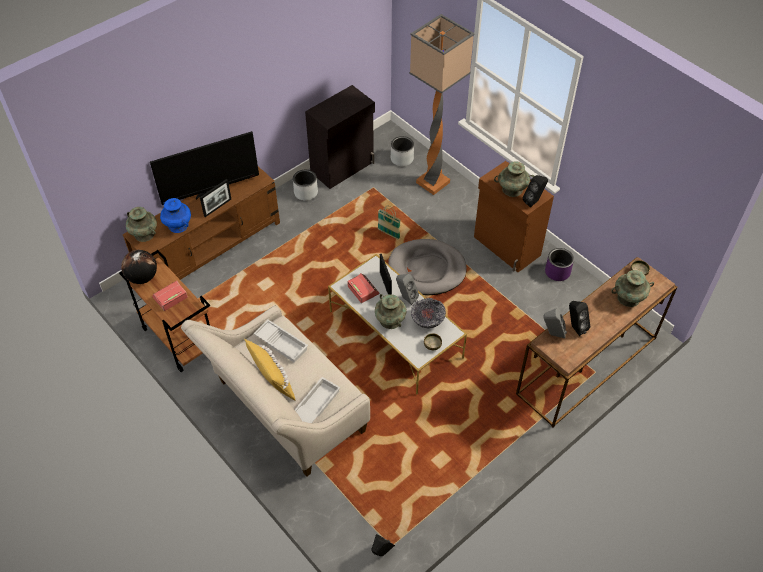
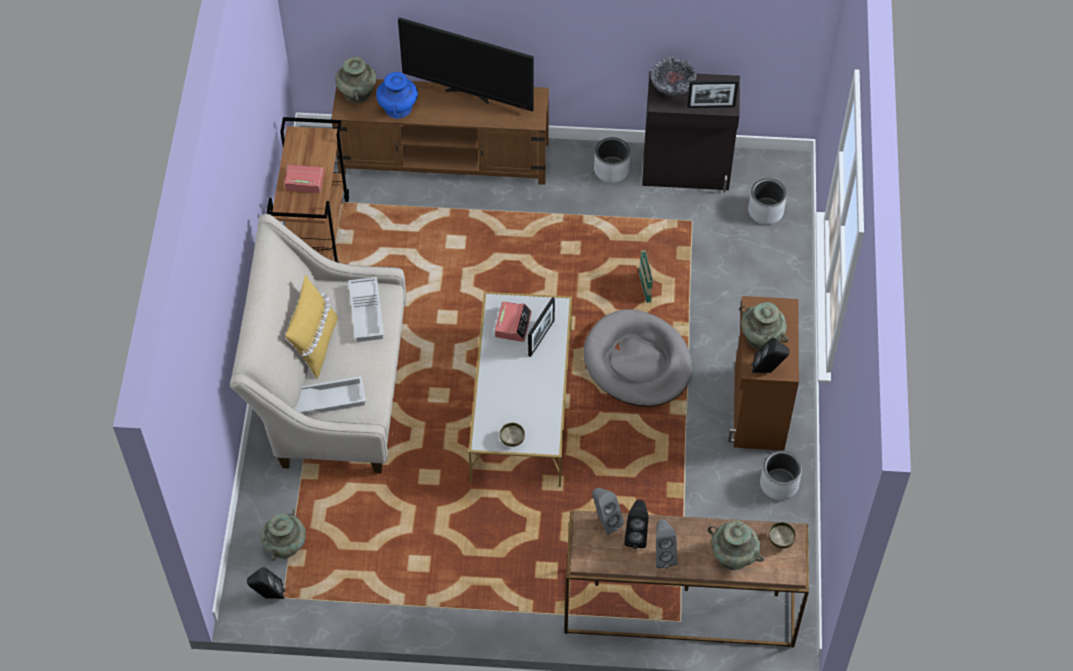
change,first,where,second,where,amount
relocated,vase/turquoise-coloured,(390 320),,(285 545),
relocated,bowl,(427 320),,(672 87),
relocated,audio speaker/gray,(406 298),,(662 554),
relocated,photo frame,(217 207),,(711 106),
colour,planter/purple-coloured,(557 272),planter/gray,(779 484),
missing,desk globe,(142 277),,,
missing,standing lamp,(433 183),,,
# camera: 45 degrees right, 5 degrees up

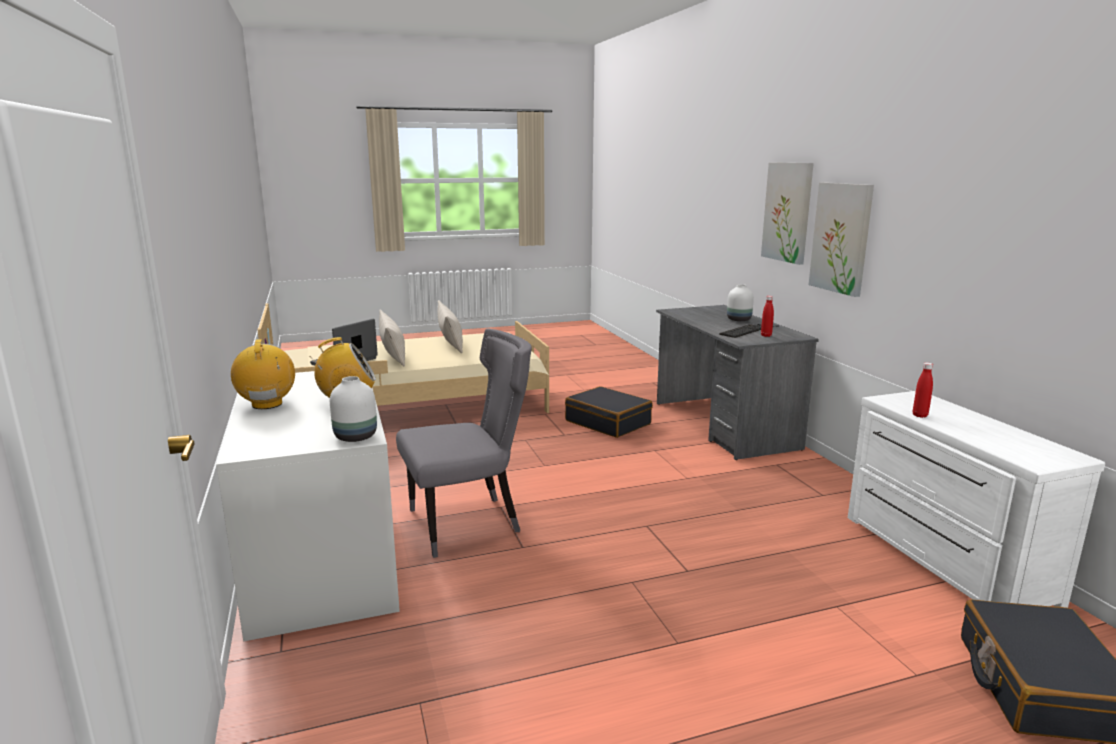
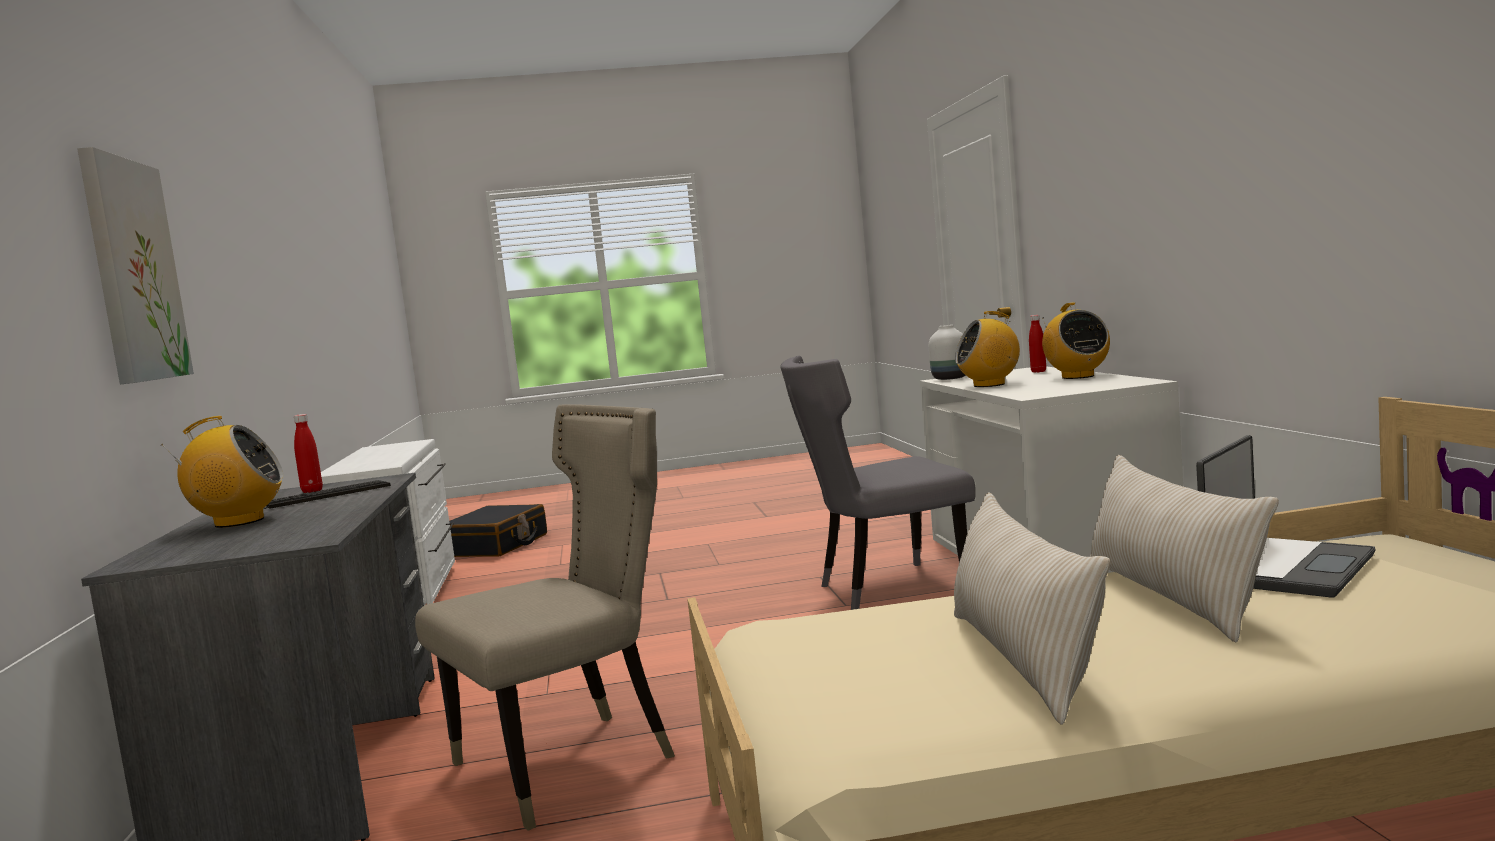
change,first,where,second,where,amount
exchanged,vase/whitish,(739 320),radio receiver,(238 522),
exchanged,suitcase/black,(608 422),upright chair/sand-coloured,(574 761),
relocated,beverage bottle/reddish,(920 415),,(1038 371),
missing,wall picture,(841 238),,,
# camera: 170 degrees left, 10 degrees down

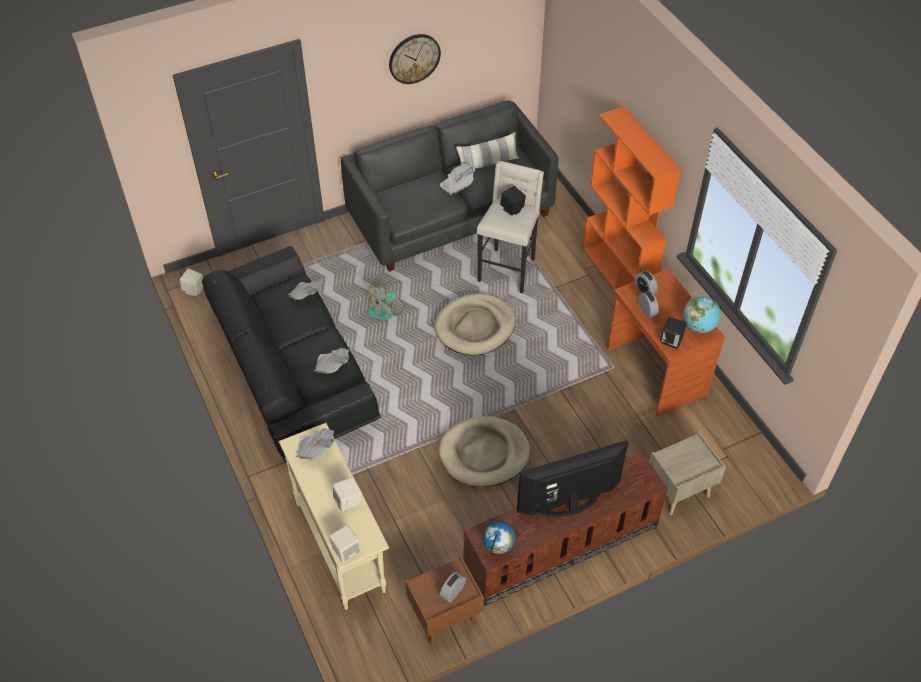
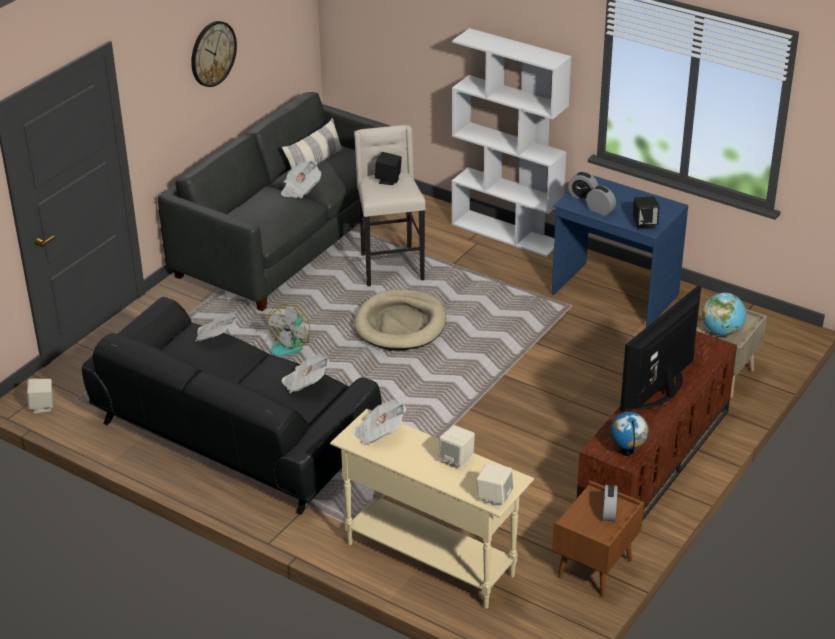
change,first,where,second,where,amount
colour,bookshelf/orange,(618 275),bookshelf/whitish,(507 233),
colour,desk/brownish,(655 372),desk/blue-coloured,(614 295),
relocated,desk globe,(699 326),,(722 332),
missing,pet bed/sand-coloured,(484 454),,,
# camera: 30 degrees left, 15 degrees down

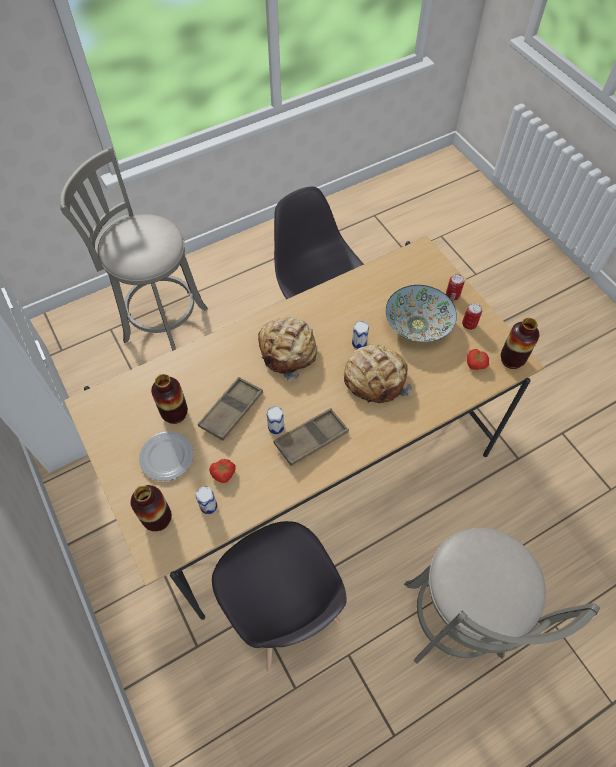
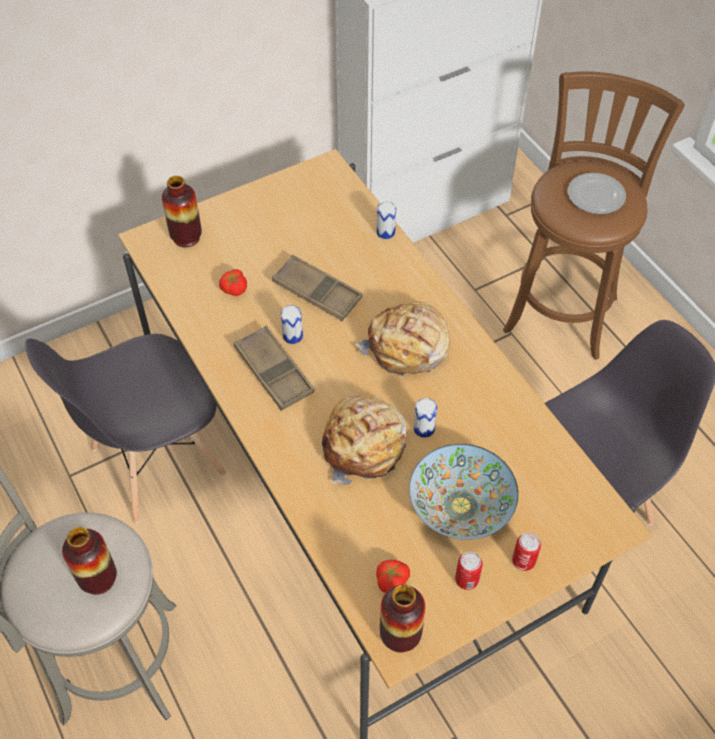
change,first,where,second,where,amount
relocated,vase,(175 413),,(98 579),
relocated,can,(208 506),,(385 232),
colour,stool seat/gray,(161 323),stool seat/brownish,(562 309),
relocated,flat dish,(166 457),,(595 195),
# camera: 90 degrees right, 5 degrees down

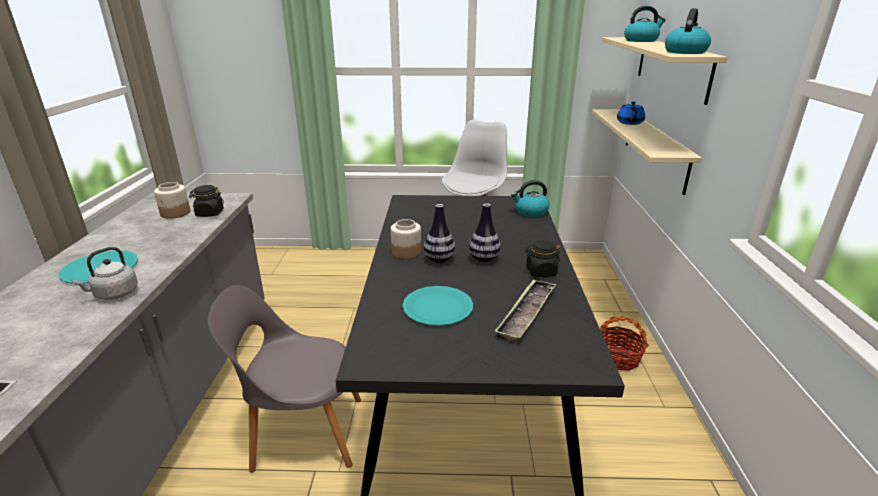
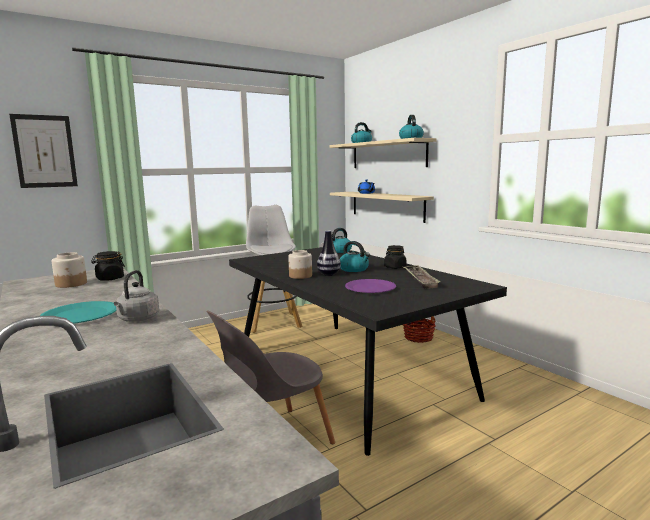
change,first,where,second,where,amount
appeared,,,wall picture,(45 151),
exchanged,vase,(484 259),kettle,(354 269),
colour,flat dish/turquoise-coloured,(437 307),flat dish/purple-coloured,(370 288),
# camera: 35 degrees left, 15 degrees down

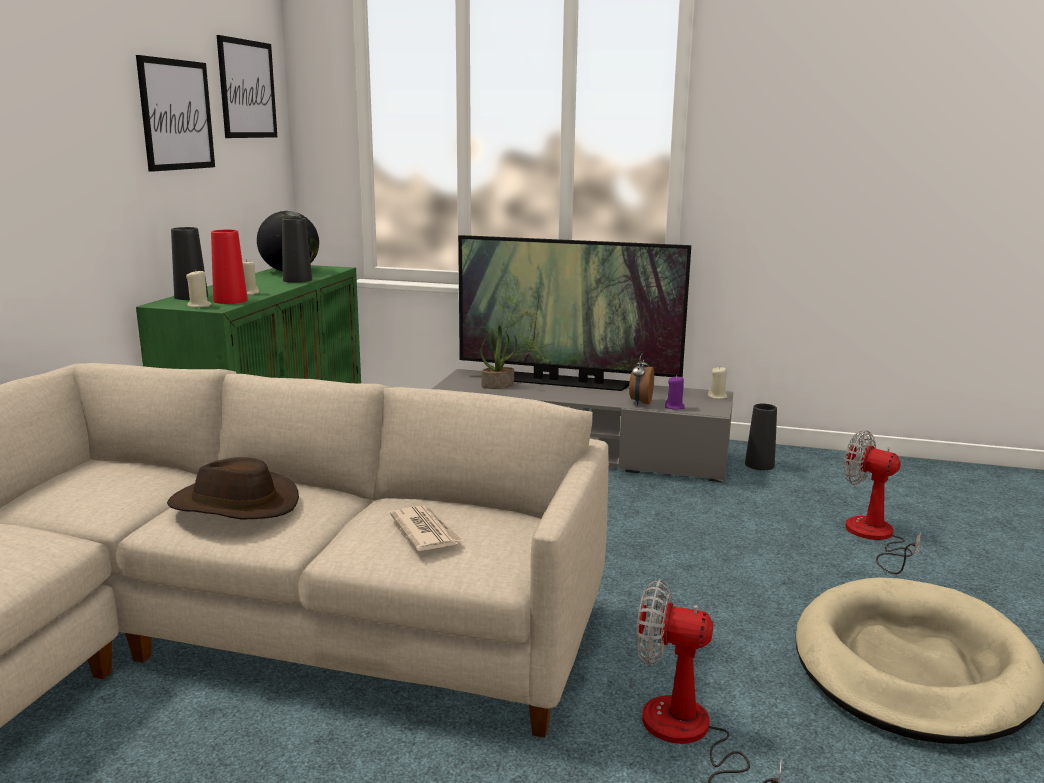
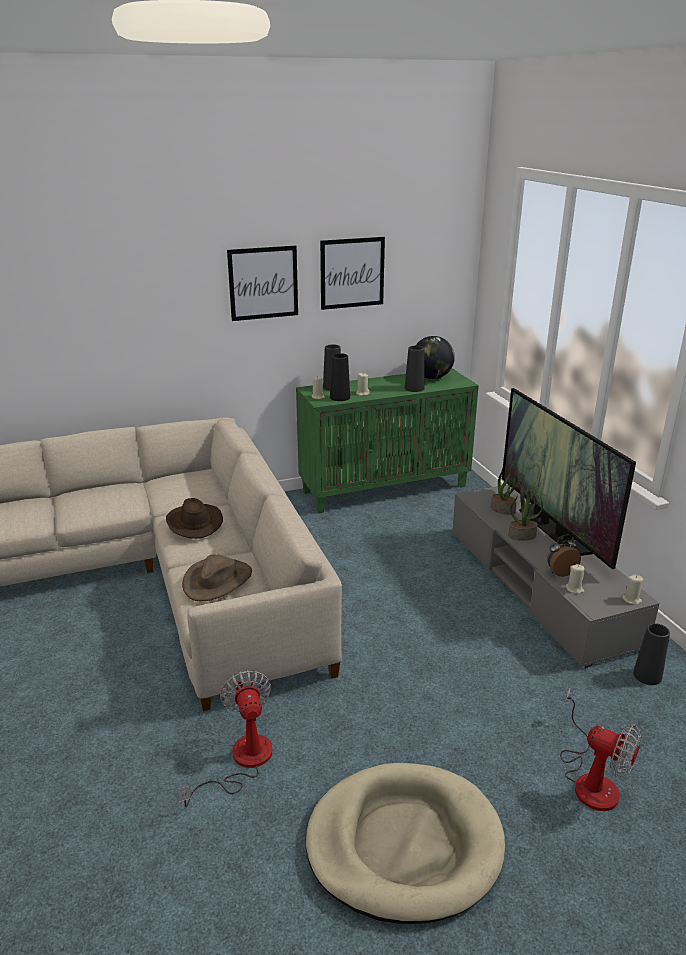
change,first,where,second,where,amount
exchanged,newspaper,(425 531),wearable hat/brownish,(217 580),
relocated,wall picture,(247 89),,(263 283),
colour,vase/reddish,(230 300),vase/black,(340 397),
appeared,,,houseplant,(522 535),
spun,cooling fan,(874 537),,(591 779),120 degrees clockwise
colour,candle/purple-coloured,(674 407),candle/sand-coloured,(574 589),
# camera: 55 degrees right, 10 degrees up

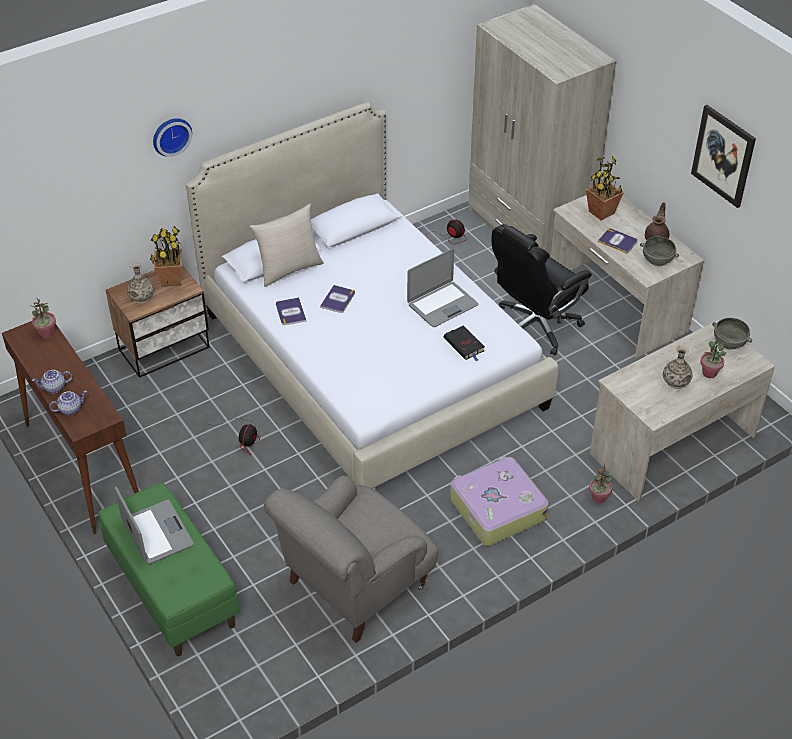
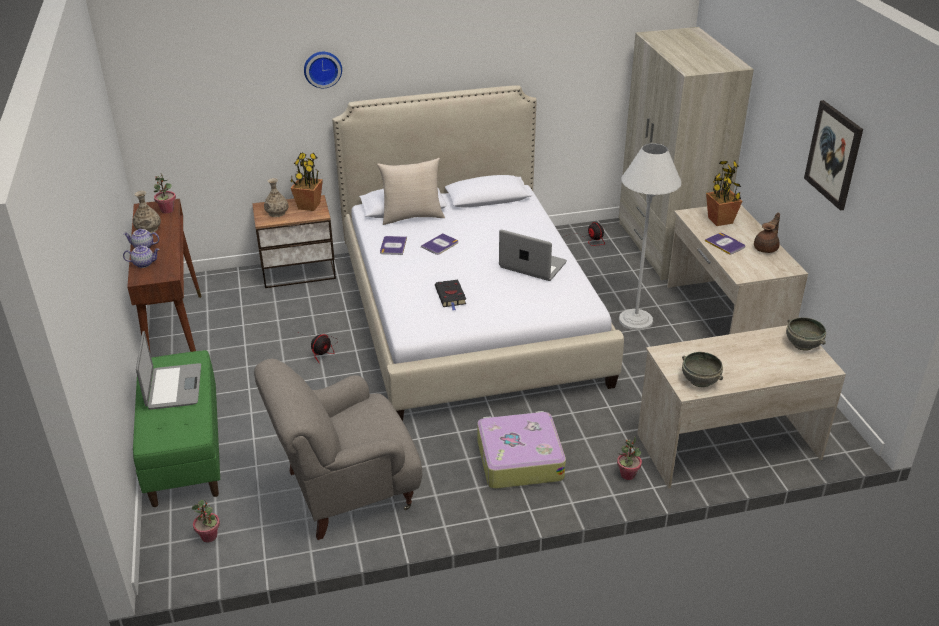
change,first,where,second,where,amount
relocated,vase,(676 381),,(148 229),
relocated,houseplant,(709 373),,(209 536),
relocated,book/black,(465 345),,(451 296),
spun,portable computer,(442 304),,(532 265),135 degrees counterclockwise
exchanged,office chair/black,(535 326),standing lamp/whitish,(635 320),
relocated,bowl/gray,(657 260),,(700 380),
# camera: 20 degrees right, 10 degrees down

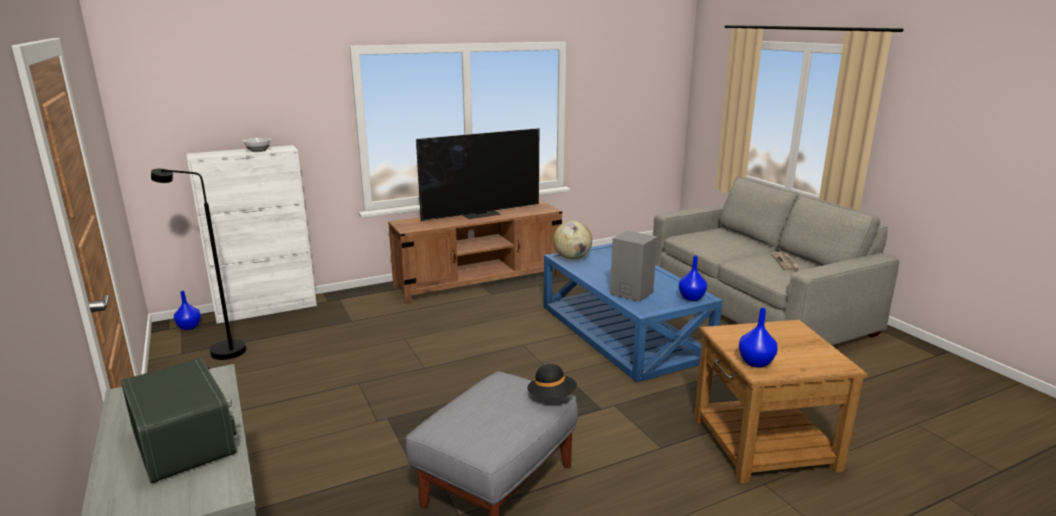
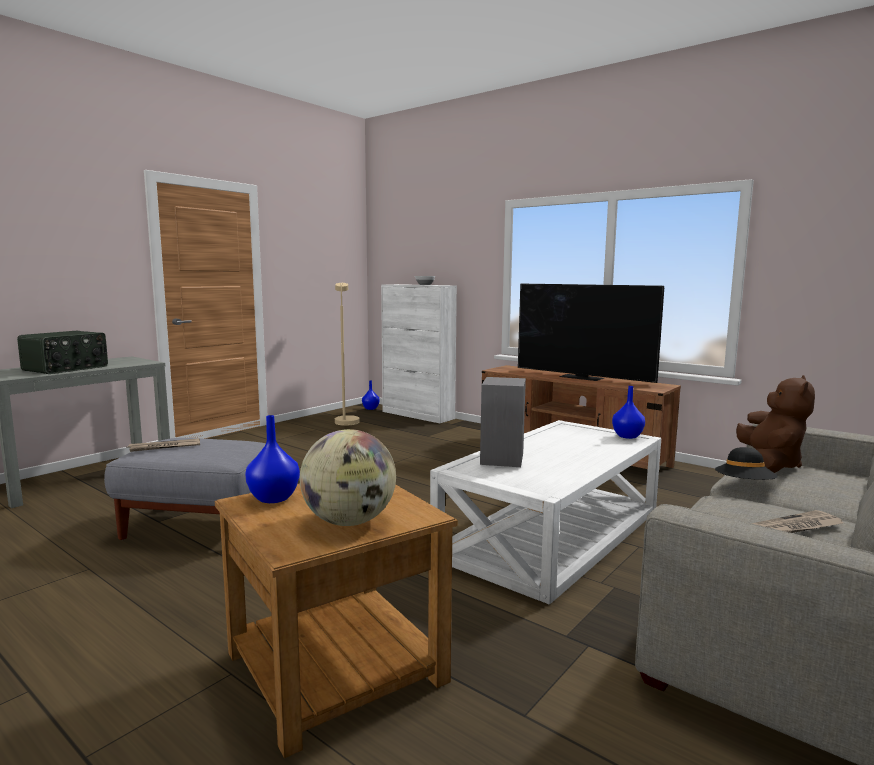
change,first,where,second,where,amount
appeared,,,newspaper,(164 447),
relocated,desk globe,(572 258),,(349 522),
colour,standing lamp/black,(219 351),standing lamp/sand-coloured,(346 420),
colour,low table/blue-coloured,(623 331),low table/whitish,(554 533),
relocated,vase/blue-coloured,(691 298),,(627 436),
relocated,wearable hat/black,(552 396),,(744 486),
appeared,,,cuddly toy/brownish,(769 465),
# camera: 65 degrees right, 10 degrees down

